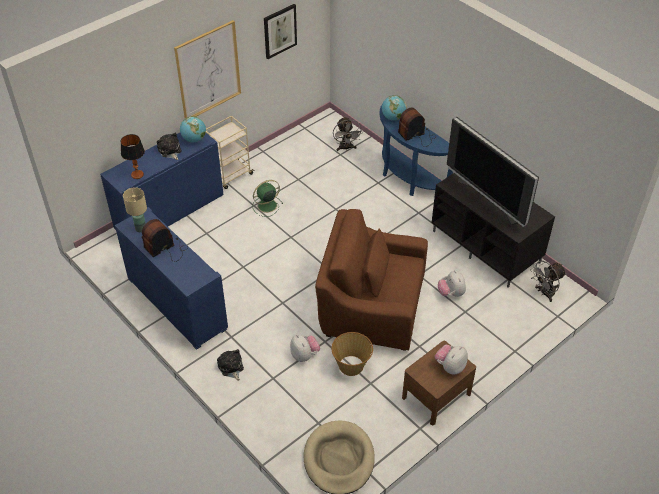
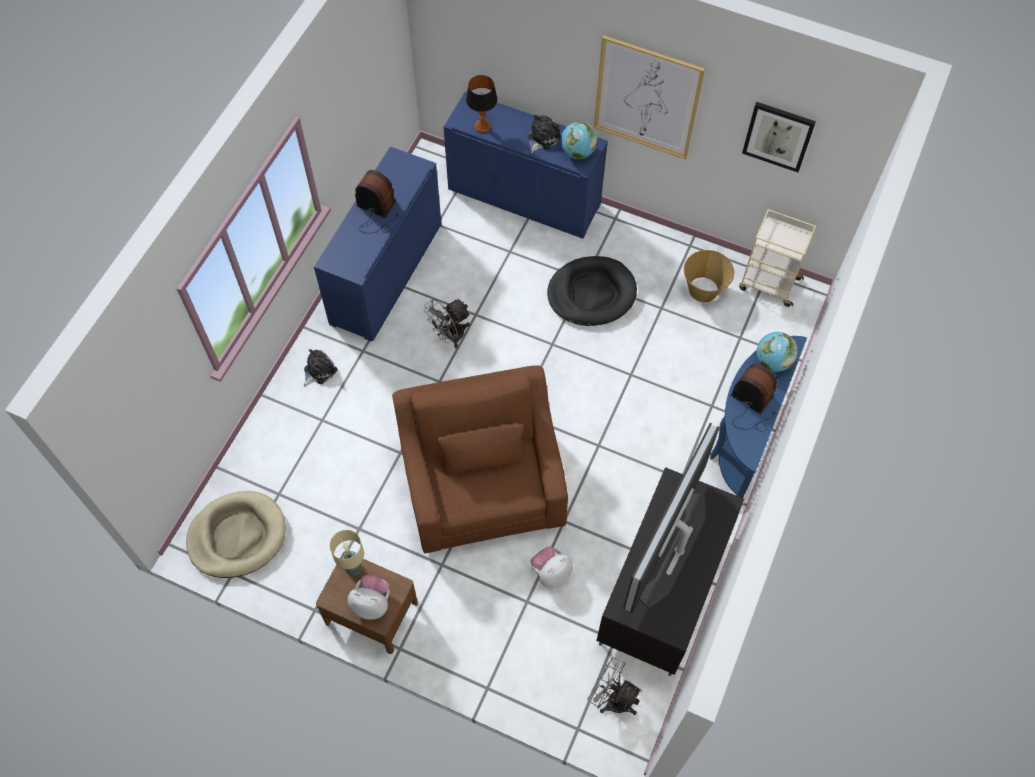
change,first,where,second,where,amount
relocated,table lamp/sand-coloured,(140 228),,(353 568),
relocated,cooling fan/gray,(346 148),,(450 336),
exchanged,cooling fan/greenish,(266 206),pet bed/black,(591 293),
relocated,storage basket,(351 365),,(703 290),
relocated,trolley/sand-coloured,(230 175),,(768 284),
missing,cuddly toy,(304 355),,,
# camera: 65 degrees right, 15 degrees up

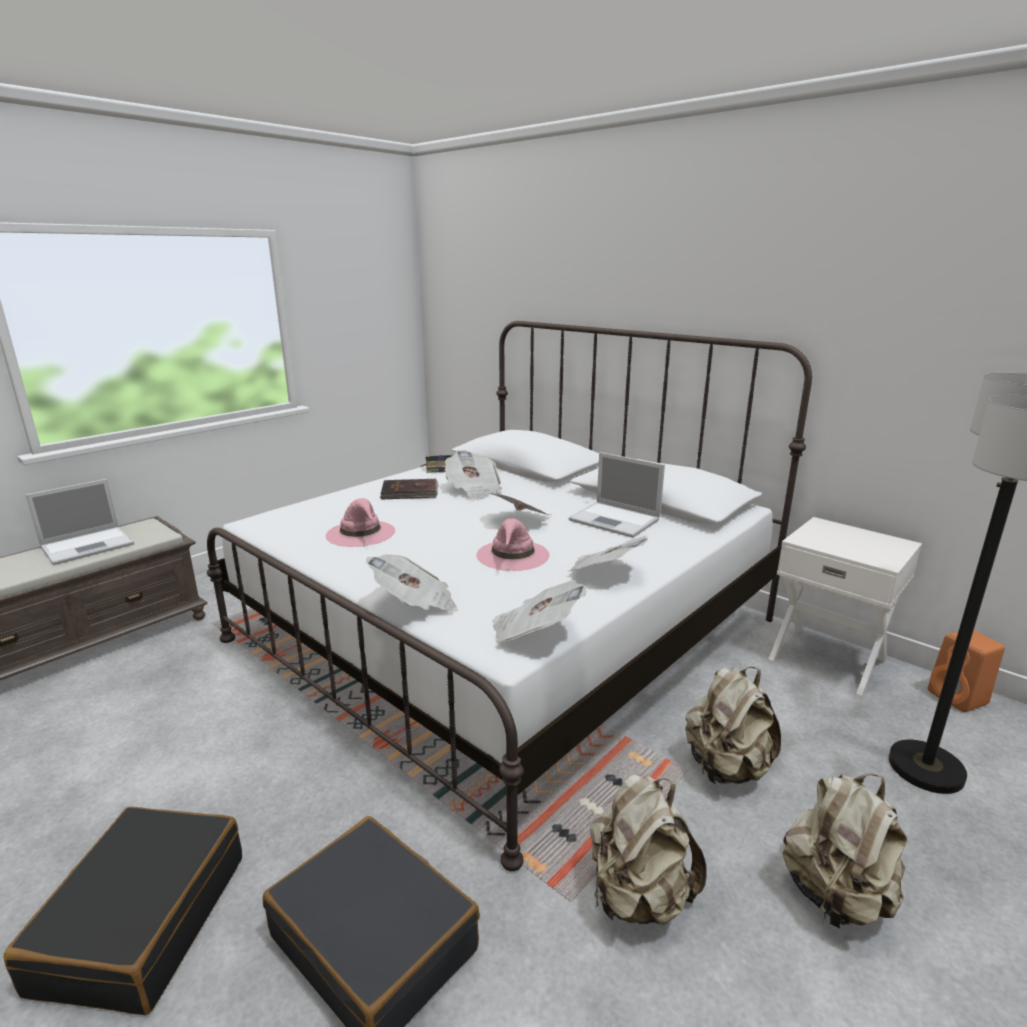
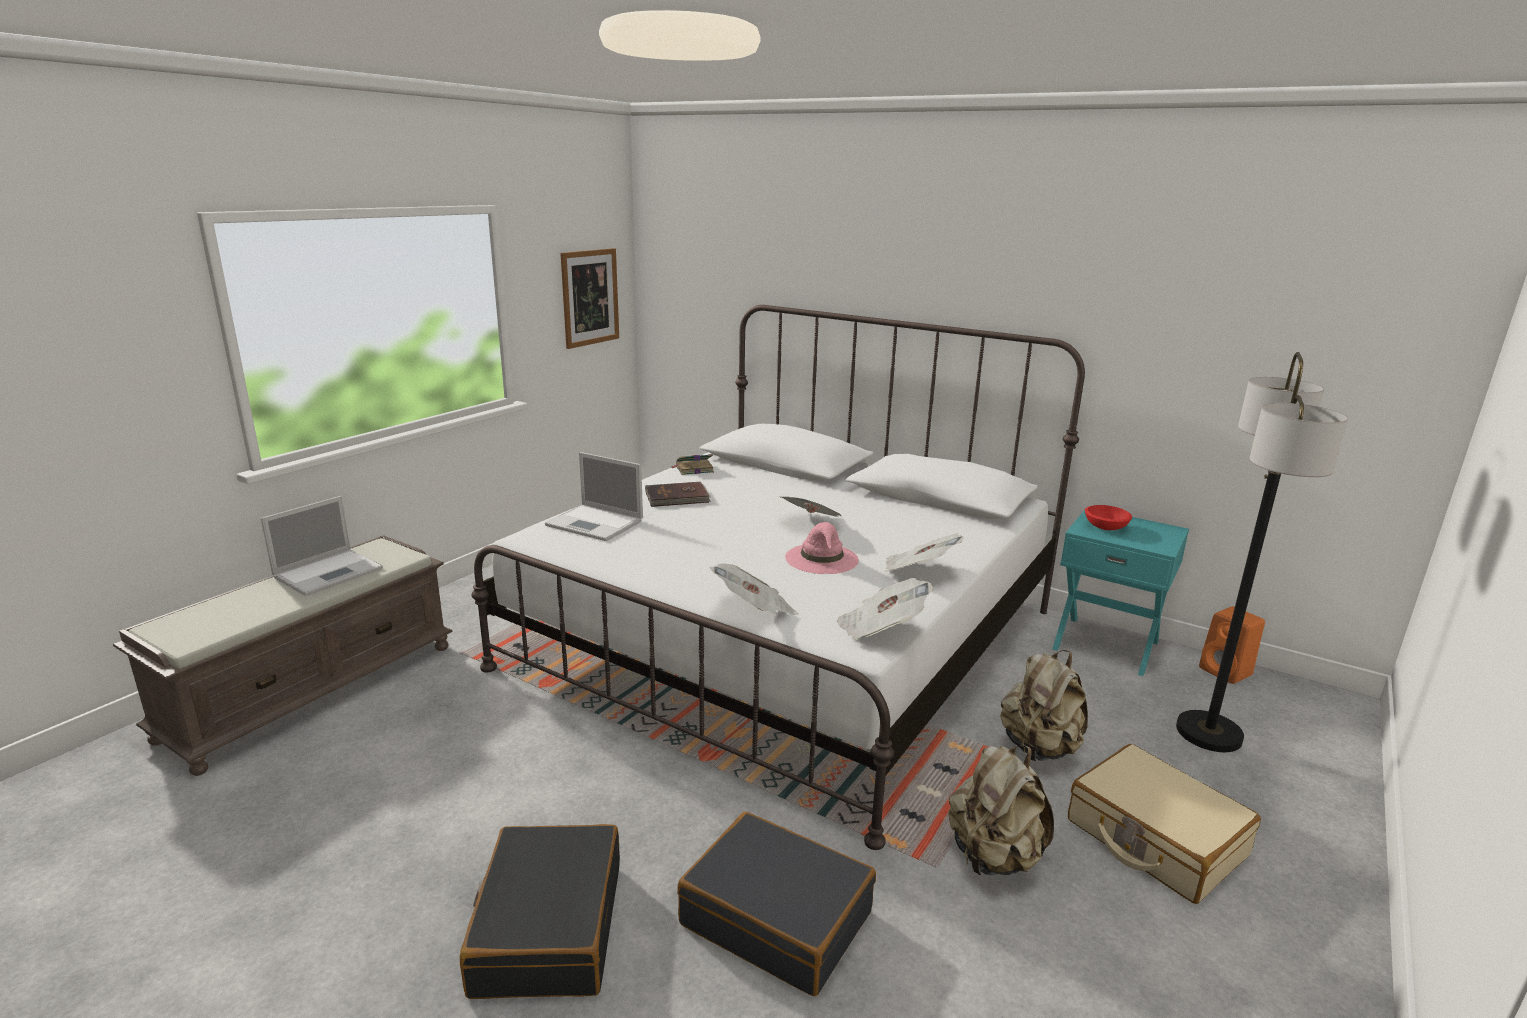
change,first,where,second,where,amount
relocated,portable computer,(616 520),,(596 523),
appeared,,,wall picture,(590 297),
colour,nightstand/whitish,(828 657),nightstand/turquoise-coloured,(1106 644),
exchanged,knapsack/sand-coloured,(835 895),suitcase/sand-coloured,(1154 838),
appeared,,,bowl/reddish,(1106 528),
missing,wearable hat/pinkish,(361 533),,,
missing,newspaper,(473 490),,,
# camera: 10 degrees left, 0 degrees up

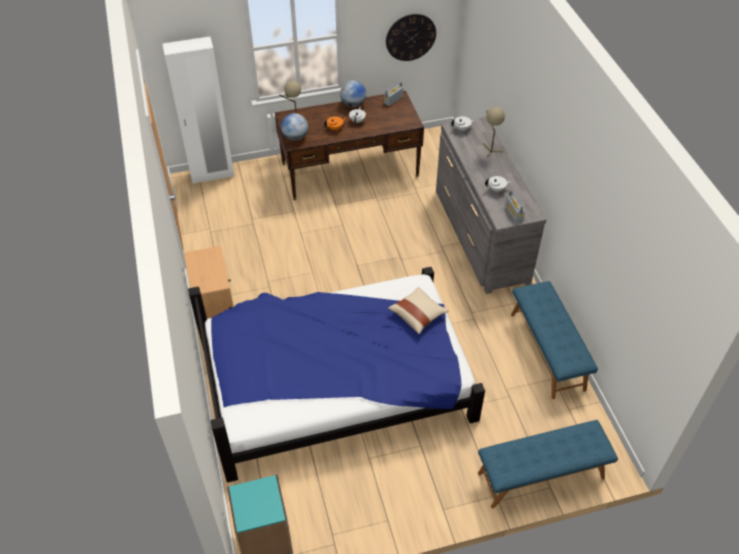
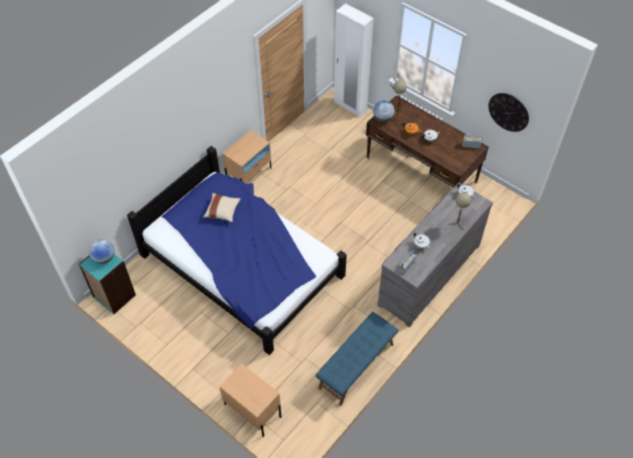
change,first,where,second,where,amount
relocated,desk globe,(353 104),,(104 258),
relocated,cushion/sand-coloured,(418 315),,(222 211),
exchanged,indoor bench/blue-coloured,(541 476),nightstand/sand-coloured,(252 410),
# camera: 55 degrees right, 5 degrees up

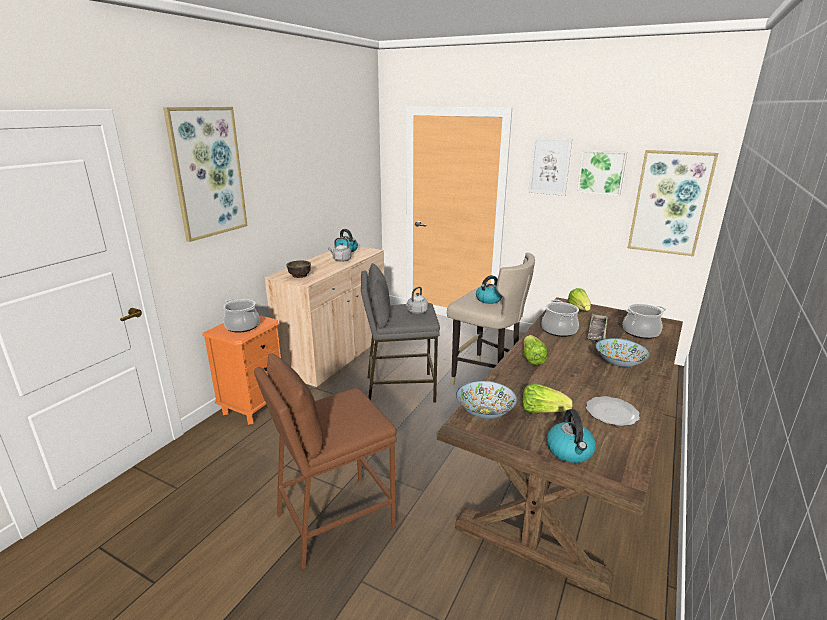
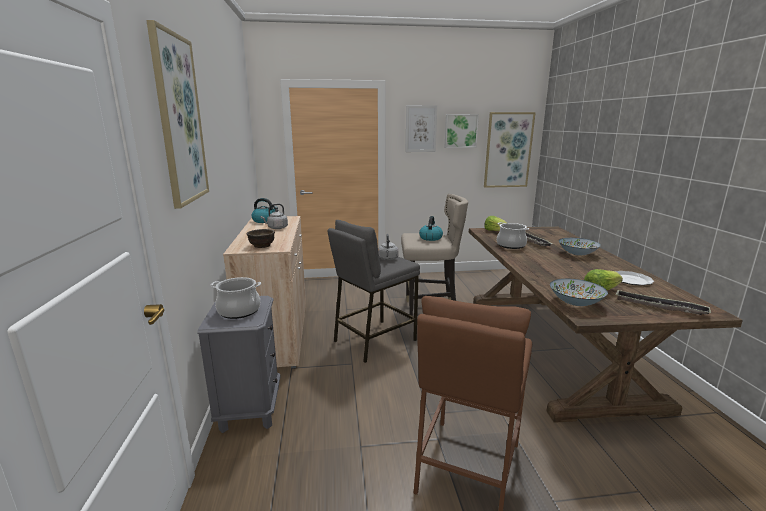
change,first,where,second,where,amount
colour,nightstand/orange,(255 405),nightstand/gray,(250 408),
exchanged,kettle,(570 451),serving tray,(659 306),
missing,lettuce head,(532 358),,,
missing,cooking pot,(640 332),,,
# camera: 35 degrees left, 5 degrees down

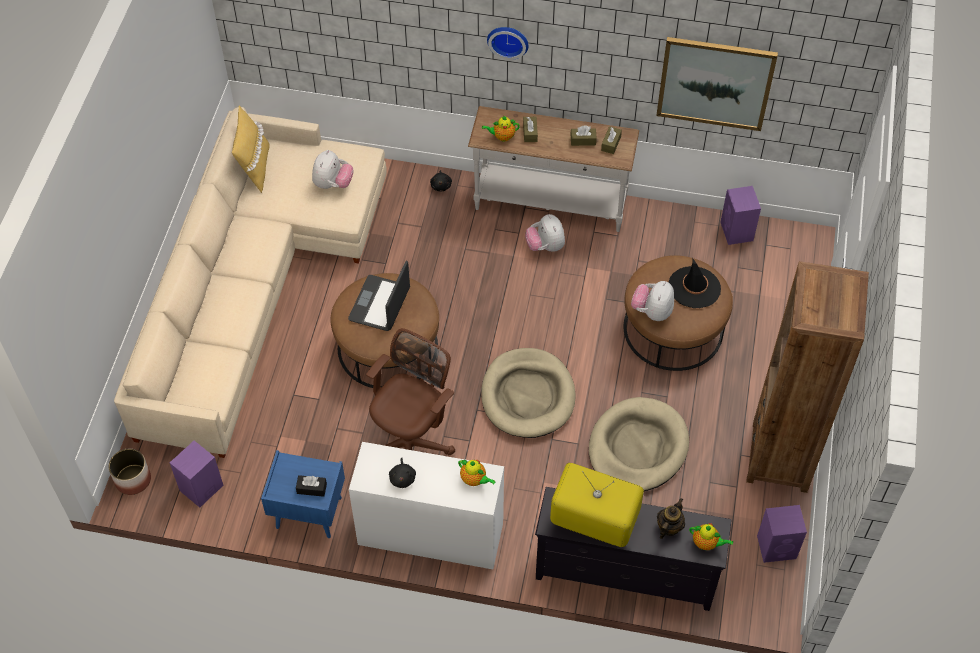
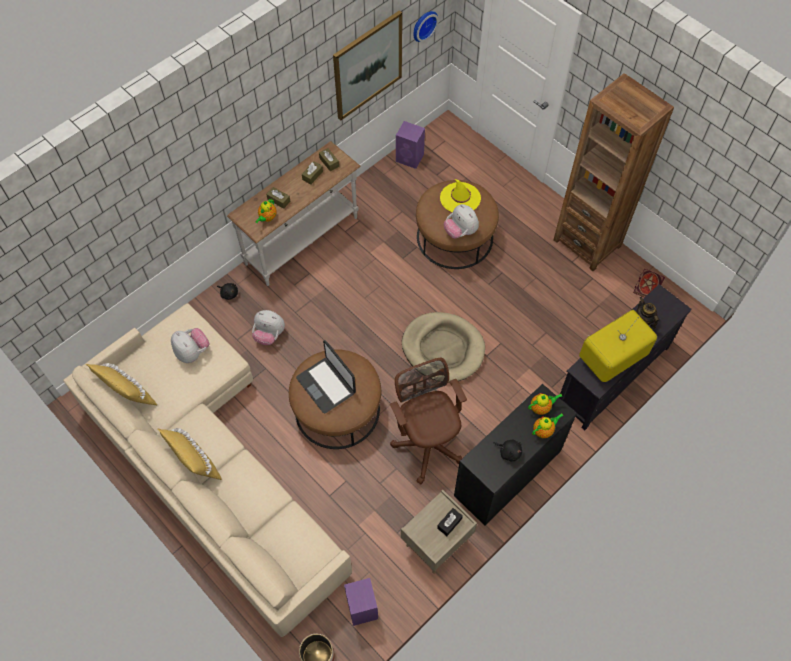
change,first,where,second,where,amount
appeared,,,cushion/yellow-coloured,(195 464),
relocated,cuddly toy,(545 246),,(269 335),
colour,nightstand/blue-coloured,(308 513),nightstand/sand-coloured,(436 544),
relocated,wall clock,(508 40),,(423 25),
colour,wearable hat/black,(694 287),wearable hat/yellow-coloured,(460 198),
colour,desk/whitish,(430 534),desk/black,(508 473),
relocated,tea pot,(706 543),,(544 430),
exchanged,audio speaker/purple-coloured,(777 547),book,(648 284),
missing,pet bed/sand-coloured,(637 447),,,
# camera: 55 degrees left, 5 degrees up

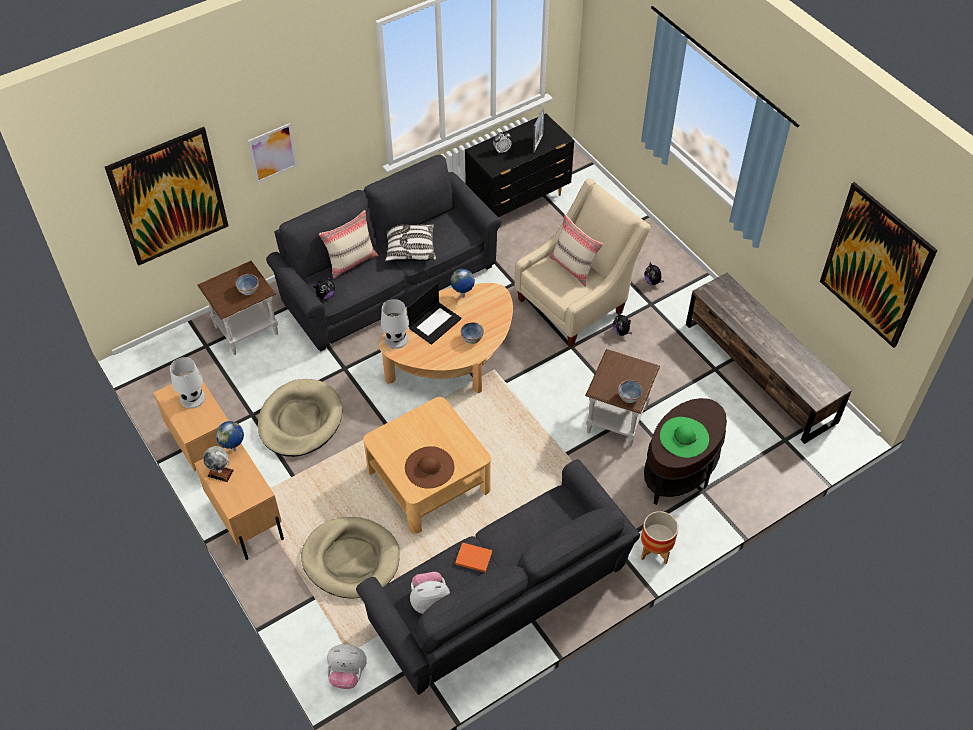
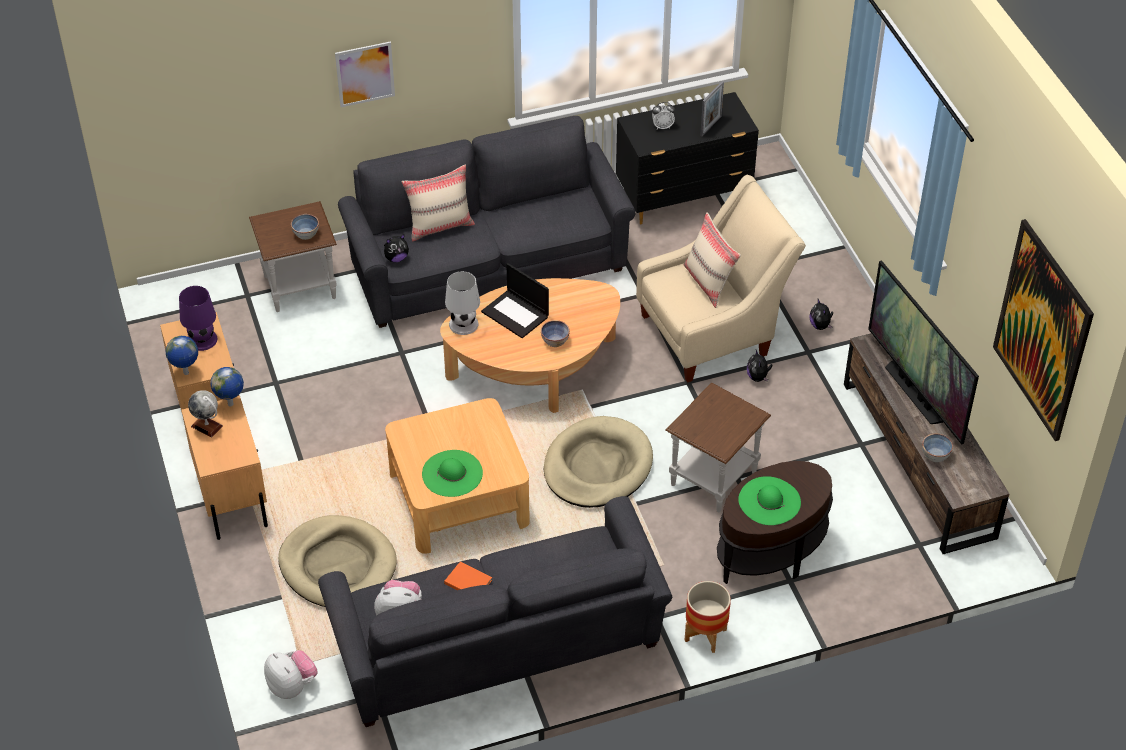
change,first,where,second,where,amount
relocated,desk globe,(463 296),,(186 373),
colour,table lamp/whitish,(192 398),table lamp/purple-coloured,(201 339),
spun,cuddly toy,(347 673),,(292 686),150 degrees counterclockwise
colour,wearable hat/brownish,(429 467),wearable hat/greenish,(452 473),
spun,portable computer,(434 322),,(516 314),75 degrees clockwise
relocated,pet bed/sand-coloured,(300 420),,(597 466),
appeared,,,television,(915 392),
relocated,bowl,(629 397),,(935 455),
missing,wall picture,(169 197),,,
missing,cushion,(410 249),,,
# camera: 15 degrees right, 5 degrees down

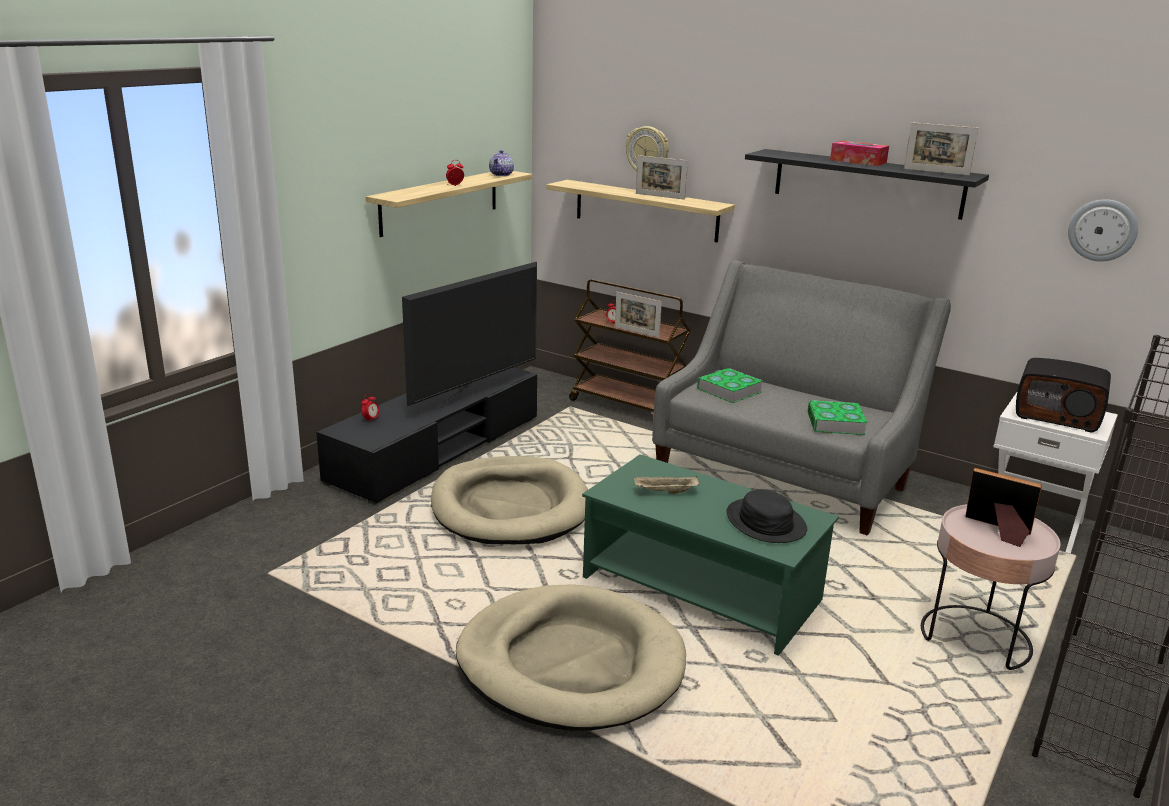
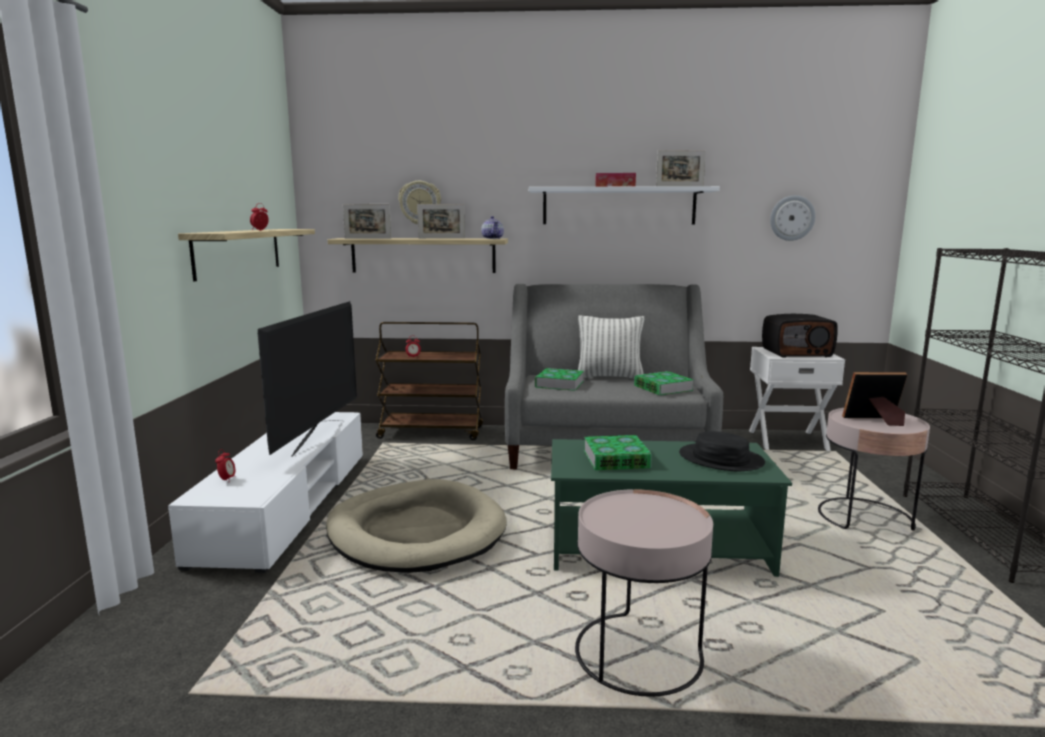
change,first,where,second,where,amount
colour,tv stand/black,(437 449),tv stand/whitish,(287 504),
relocated,photo frame,(636 332),,(368 238),
relocated,tea pot,(502 174),,(492 238),
colour,bracket shelf/black,(867 183),bracket shelf/whitish,(619 206),
exchanged,pet bed/sand-coloured,(570 664),end table/pinkish,(637 653),
appeared,,,cushion,(609 377),
exchanged,serving tray/sand-coloured,(665 492),book,(616 459),
# camera: 30 degrees left, 10 degrees down

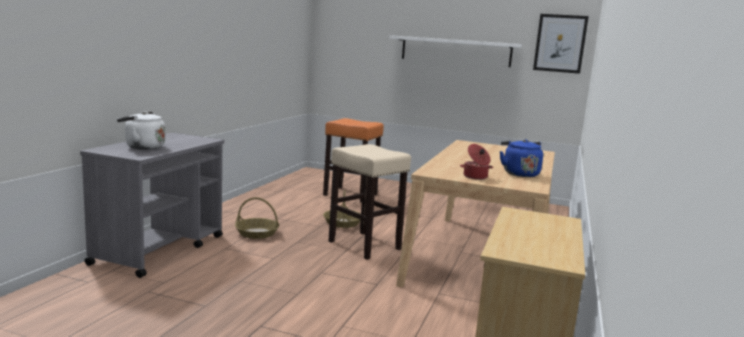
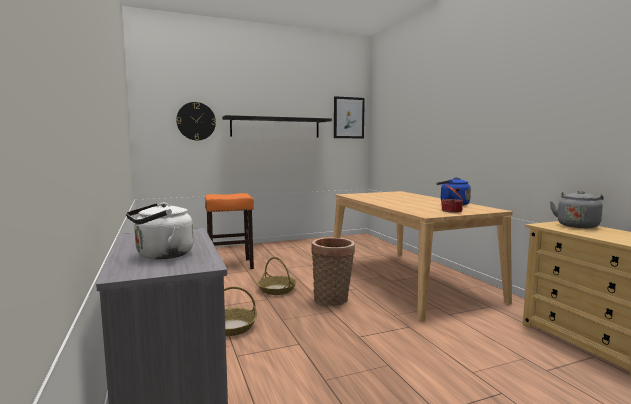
change,first,where,second,where,amount
appeared,,,wall clock,(196 121),
colour,bracket shelf/whitish,(455 51),bracket shelf/black,(276 127),
exchanged,stool seat/sand-coloured,(365 245),storage basket,(333 300),
appeared,,,kettle/gray,(577 225),
# camera: 40 degrees left, 5 degrees down

